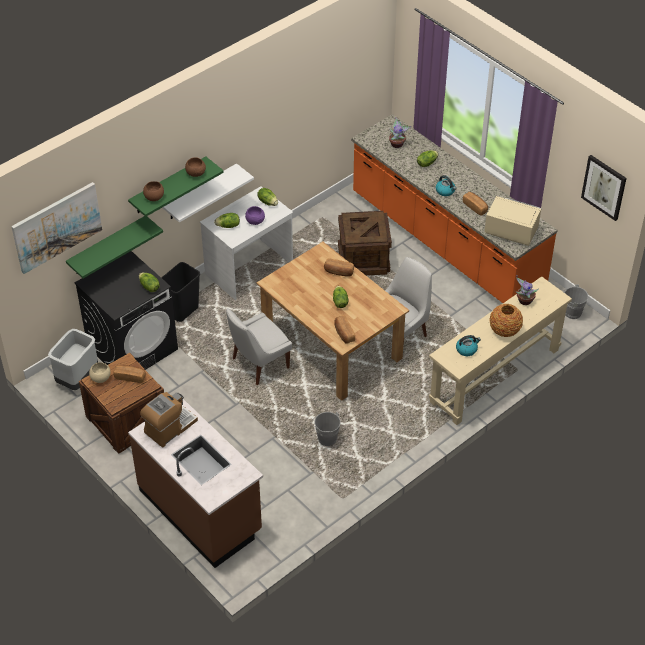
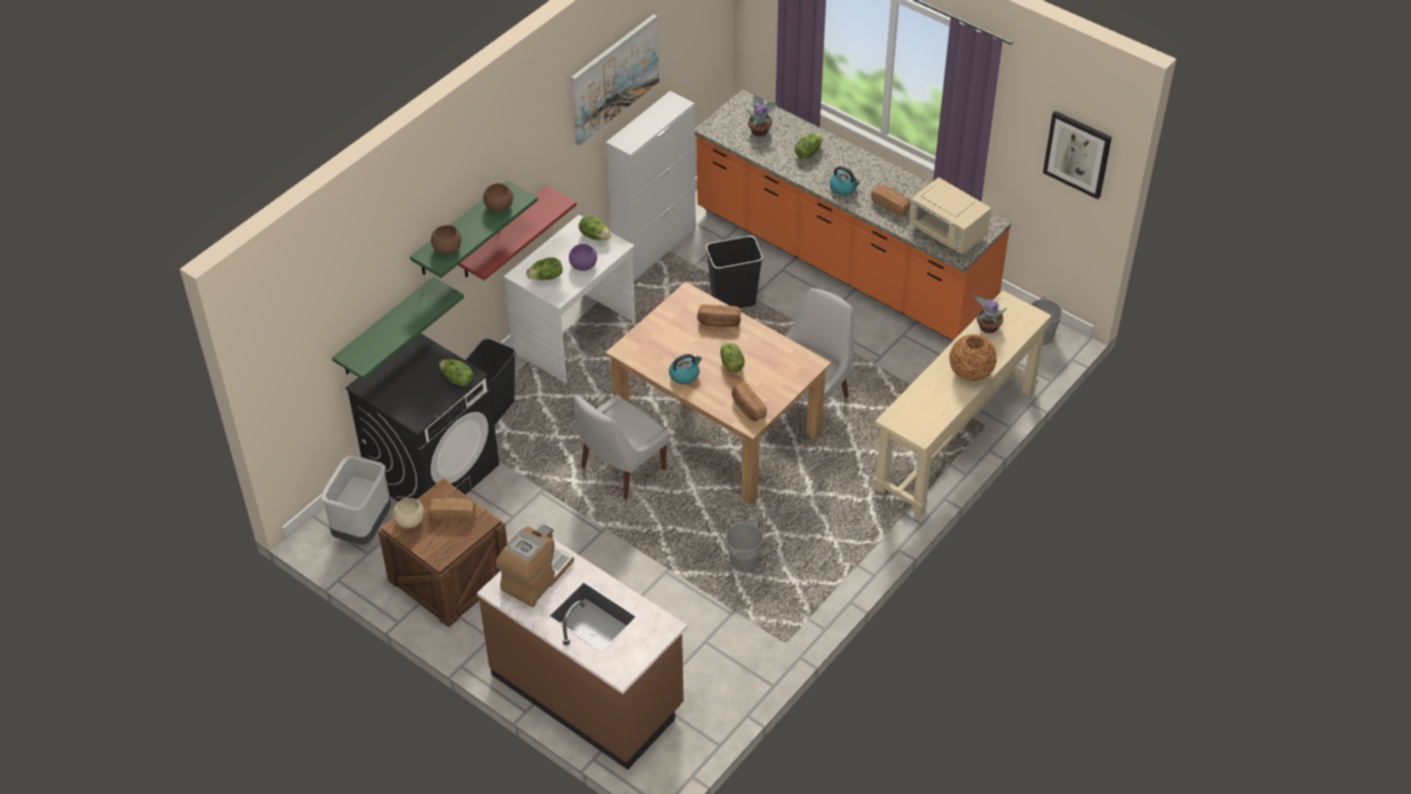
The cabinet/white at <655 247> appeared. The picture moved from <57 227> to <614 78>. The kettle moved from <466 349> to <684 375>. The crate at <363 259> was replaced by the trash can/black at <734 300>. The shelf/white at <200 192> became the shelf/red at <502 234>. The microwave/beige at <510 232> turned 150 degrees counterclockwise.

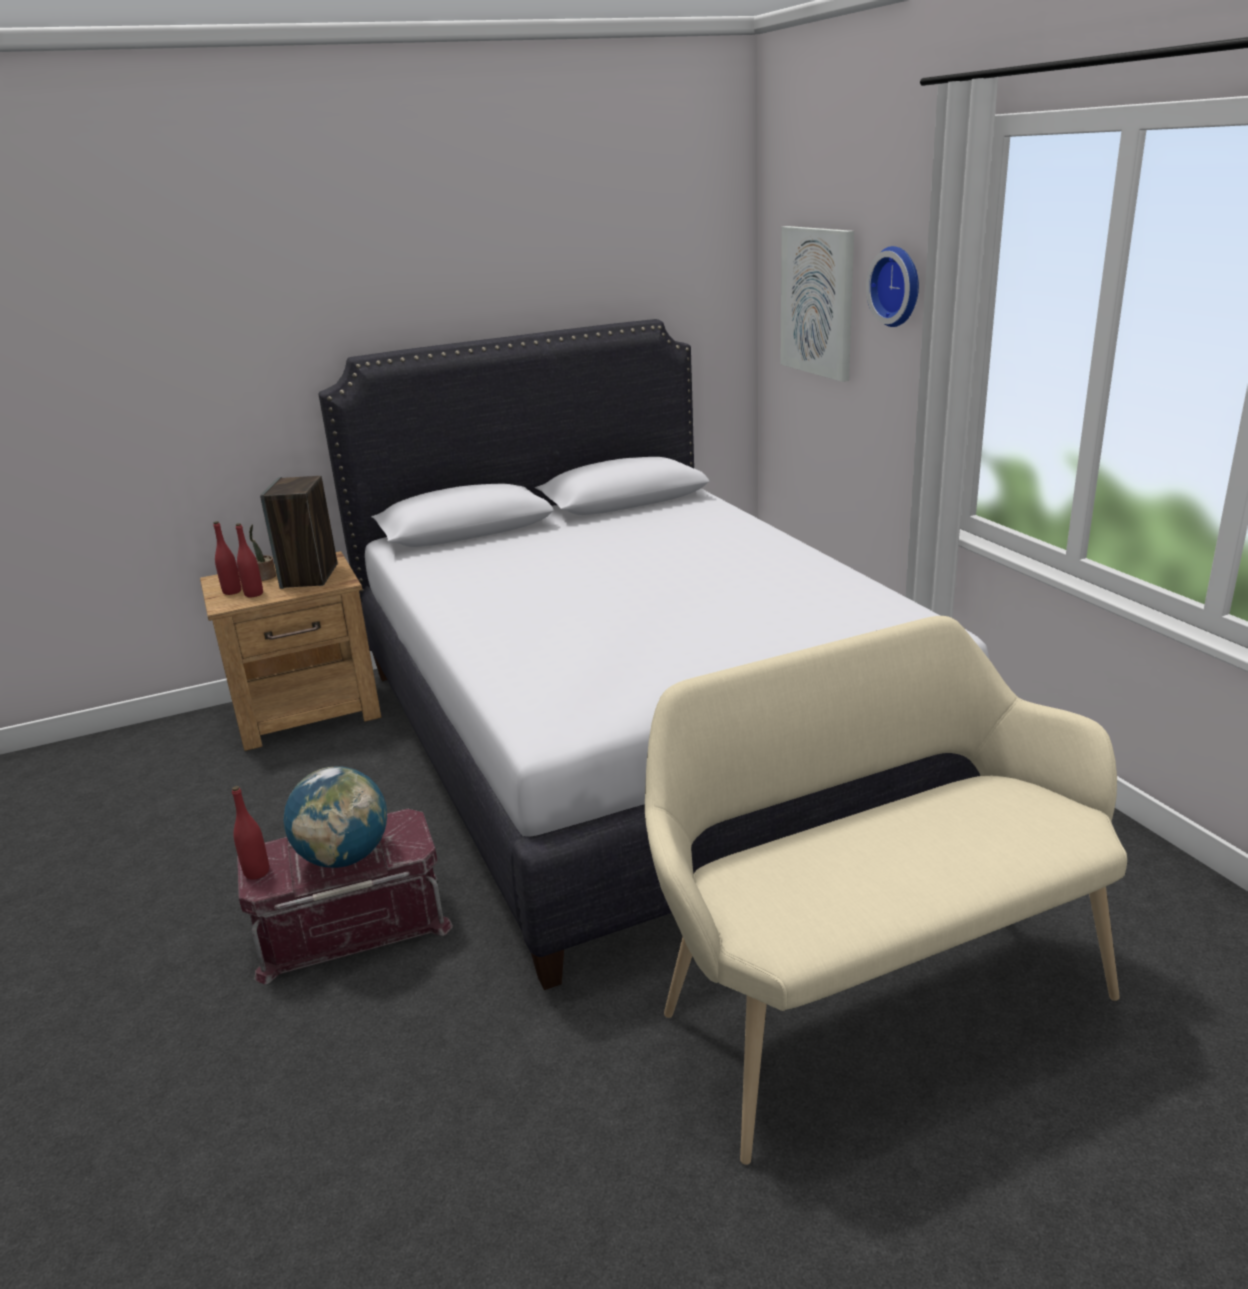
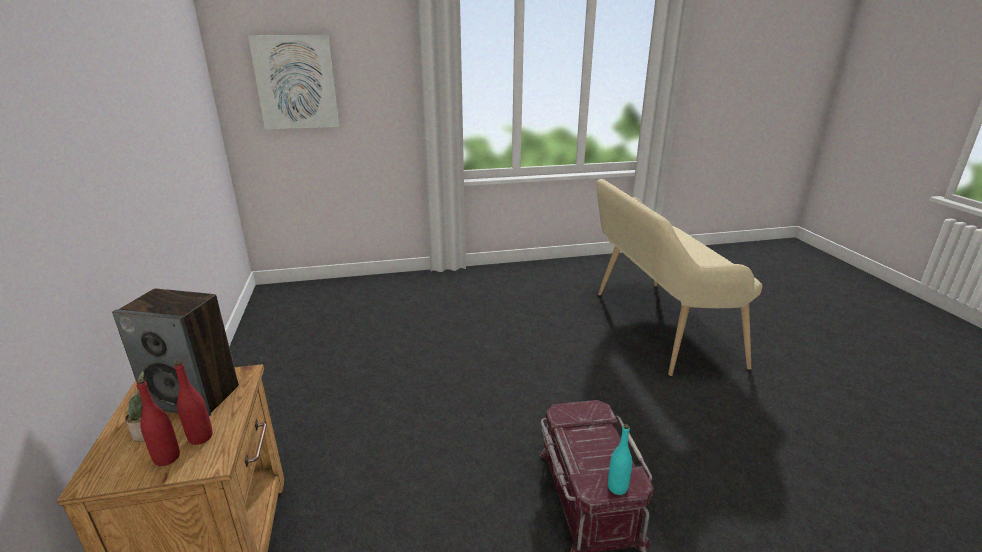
The globe at <344 858> disappeared. The bed/white at <634 740> disappeared. The wall clock at <898 286> disappeared. The bottle/red at <257 872> became the bottle/turquoise at <617 488>.

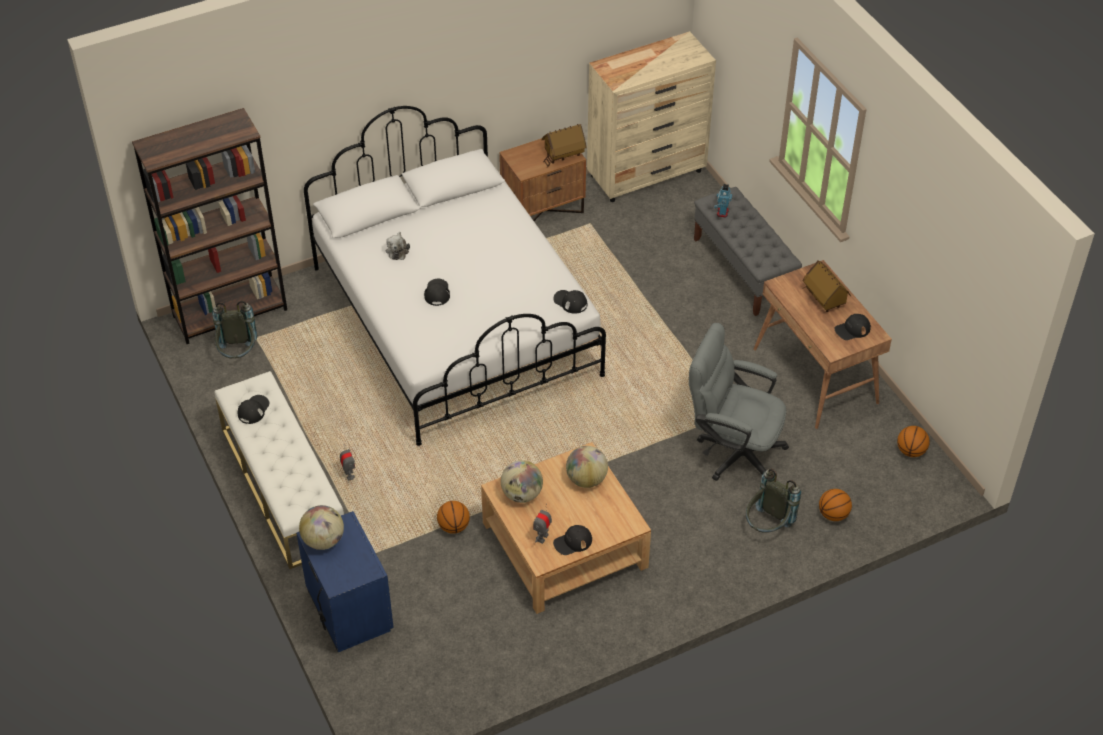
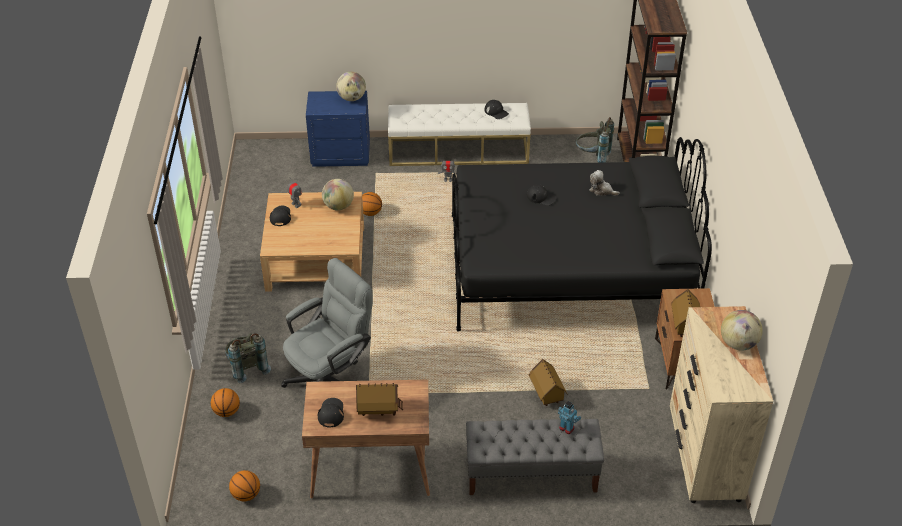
The cap/black at <570 302> disappeared. The toy house at <546 394> appeared. The globe moved from <586 479> to <738 344>. The bed/white at <456 321> became the bed/black at <568 269>.

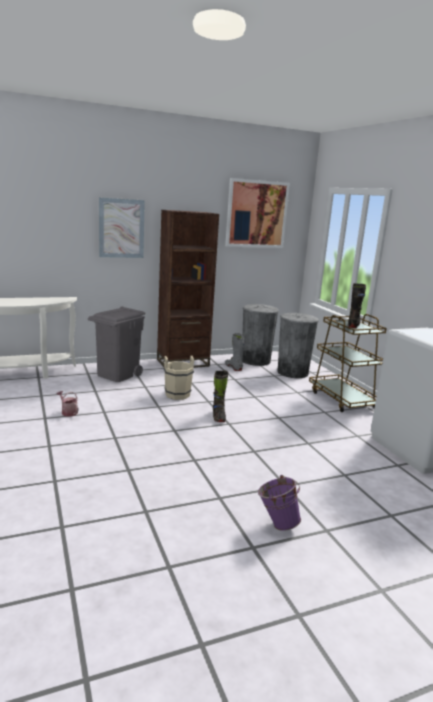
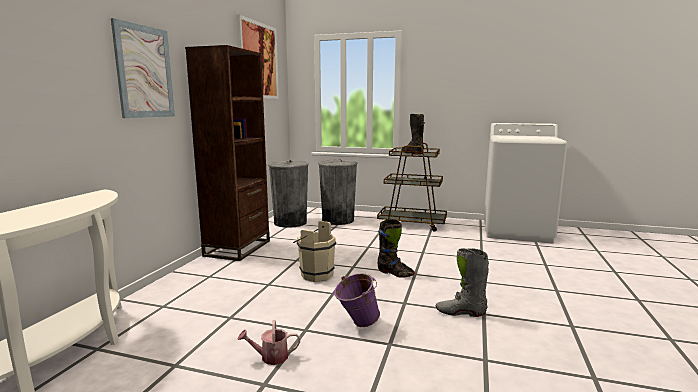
The trash can/grey at <118 374> disappeared. The boot/grey moved from <233 367> to <460 312>. The bucket/purple moved from <276 523> to <357 324>.

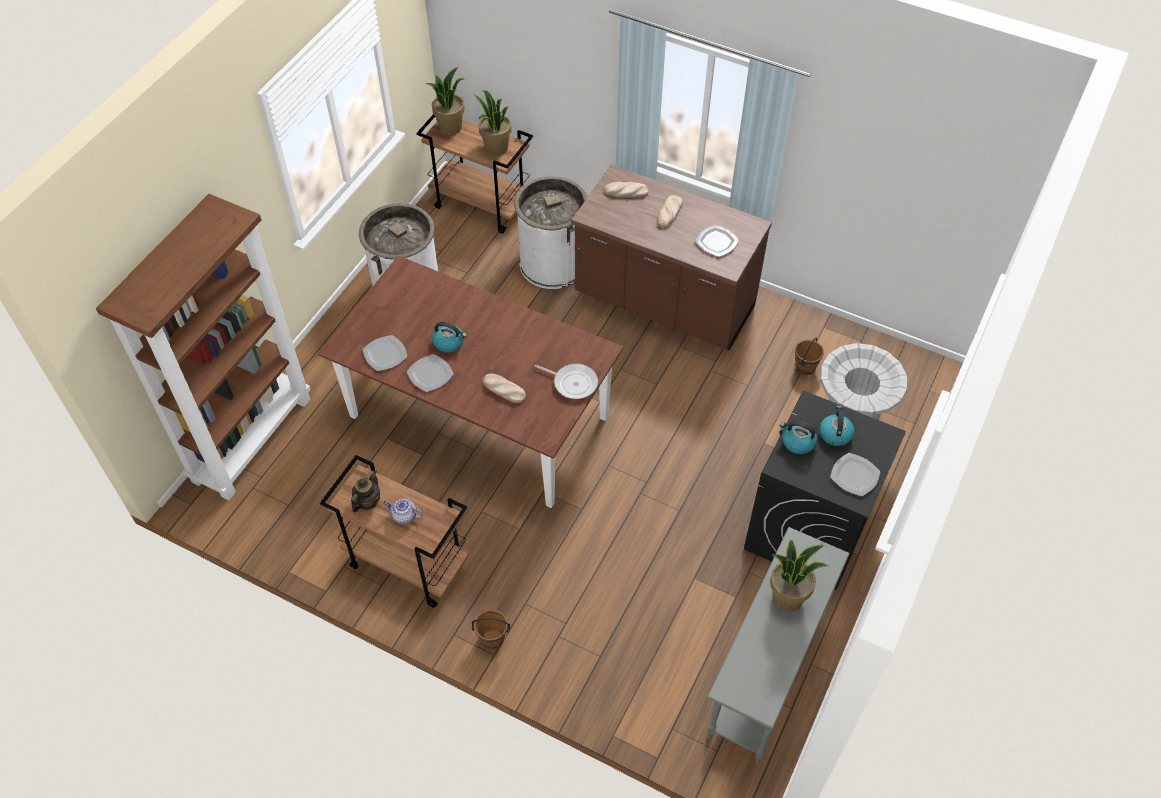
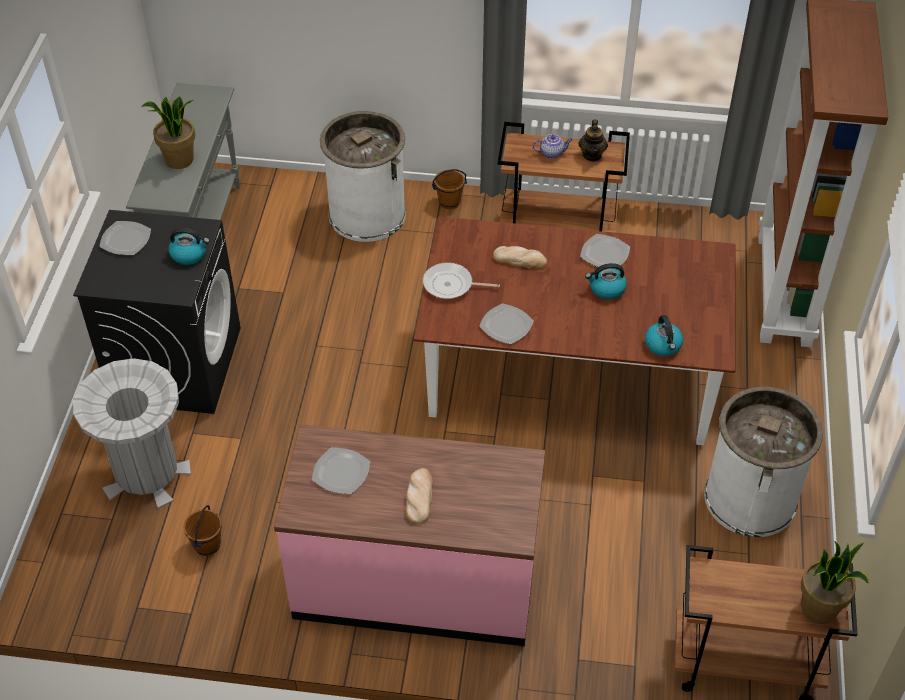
The potted plant at <496 148> disappeared. The bread at <626 192> disappeared. The plate moved from <385 354> to <506 326>. The trash can/white moved from <553 263> to <367 214>. The kettle moved from <835 433> to <663 345>. The counter/brown at <664 303> became the counter/pink at <416 582>.

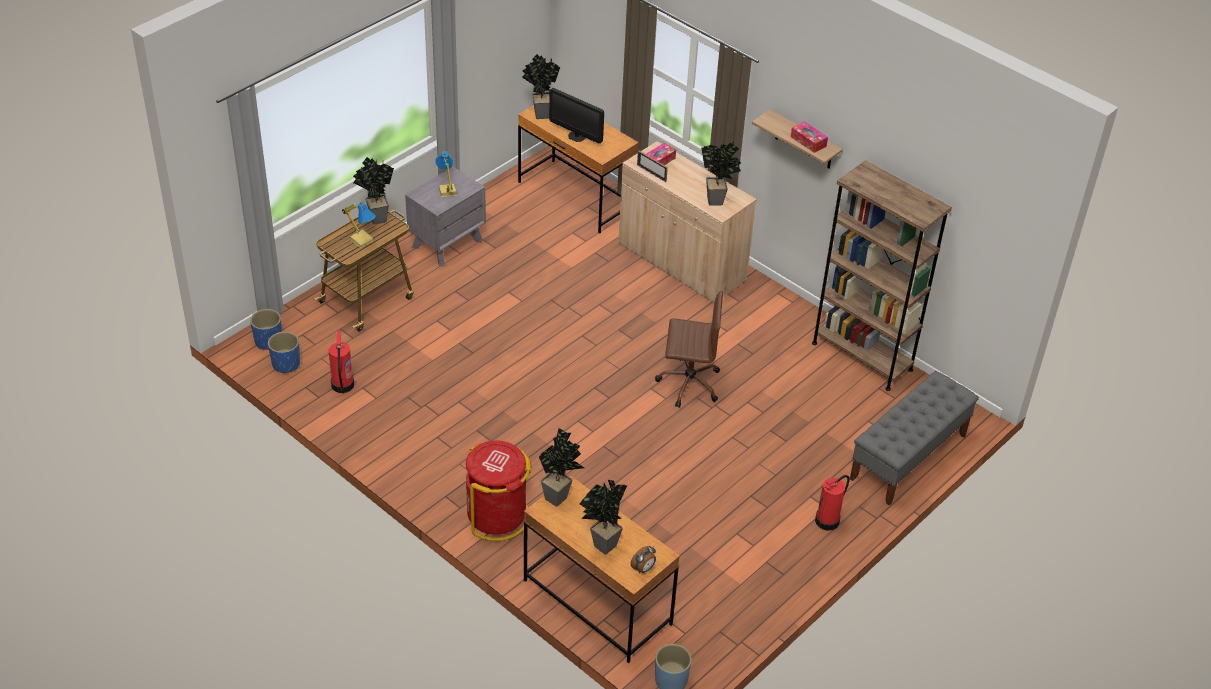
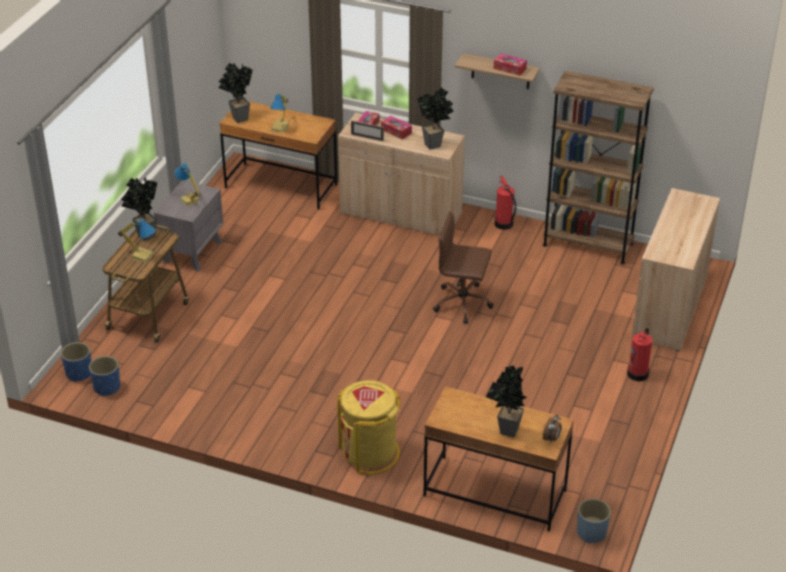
The potted plant at <559 497> disappeared. The tissue box at <396 131> appeared. The fire extinguisher moved from <342 385> to <504 224>. The monitor at <576 136> was replaced by the table lamp at <281 128>. The bench/grey at <908 457> was replaced by the cabinet/beige at <669 308>. The trash can/red at <497 516> became the trash can/yellow at <370 452>. The office chair/brown at <688 383> turned 150 degrees counterclockwise.

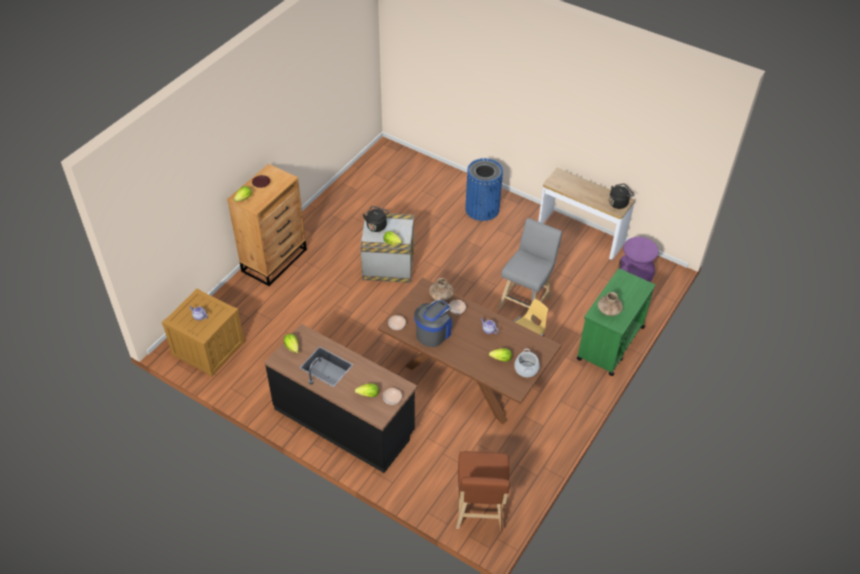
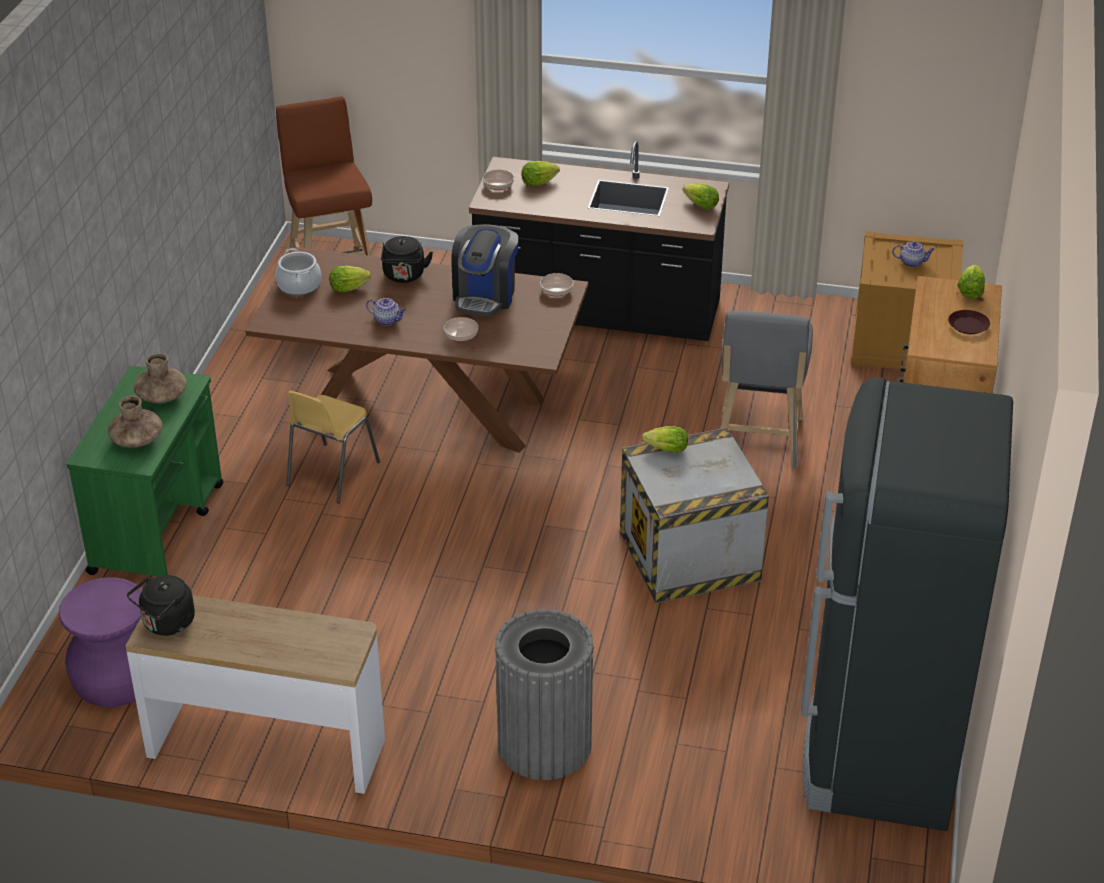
The fridge/black at <880 753> appeared. The kettle/black moved from <377 225> to <404 276>. The vase/brown moved from <441 295> to <136 440>. The stool/grey moved from <526 301> to <758 442>. The trash can/blue at <482 209> became the trash can/grey at <544 745>.

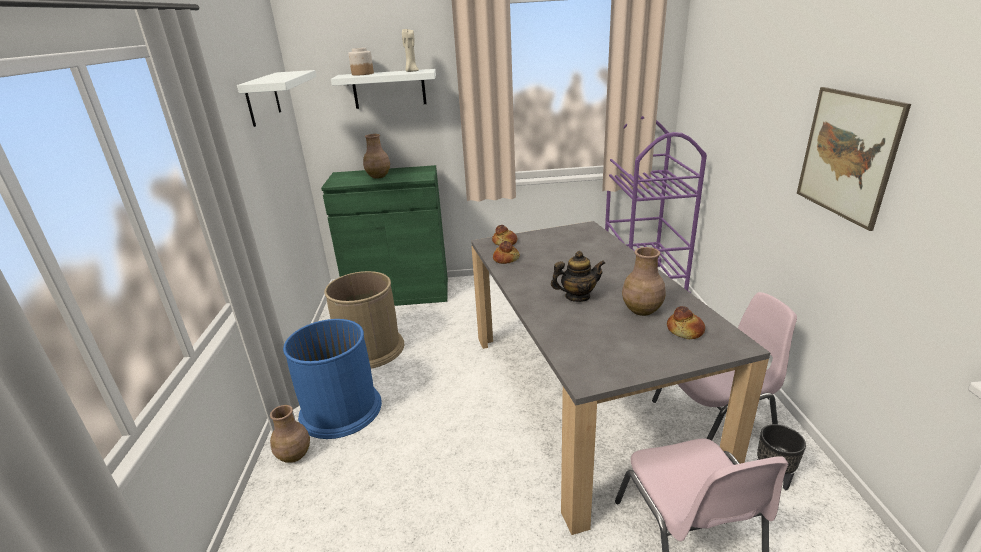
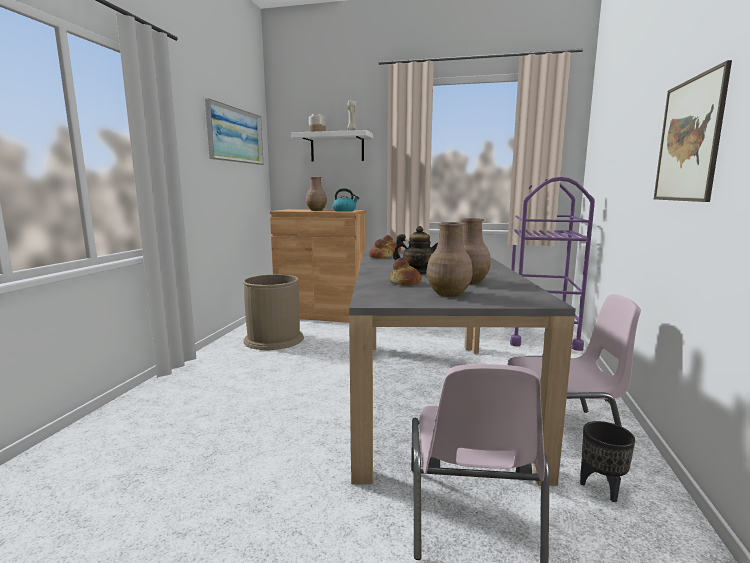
The trash can/blue at <340 409> disappeared. The kettle at <344 211> appeared. The vase/brown moved from <294 456> to <449 294>. The bread moved from <685 330> to <405 283>. The shelf/white at <262 98> was replaced by the picture at <235 135>. The cabinet/green at <399 293> became the cabinet/brown at <321 314>.

